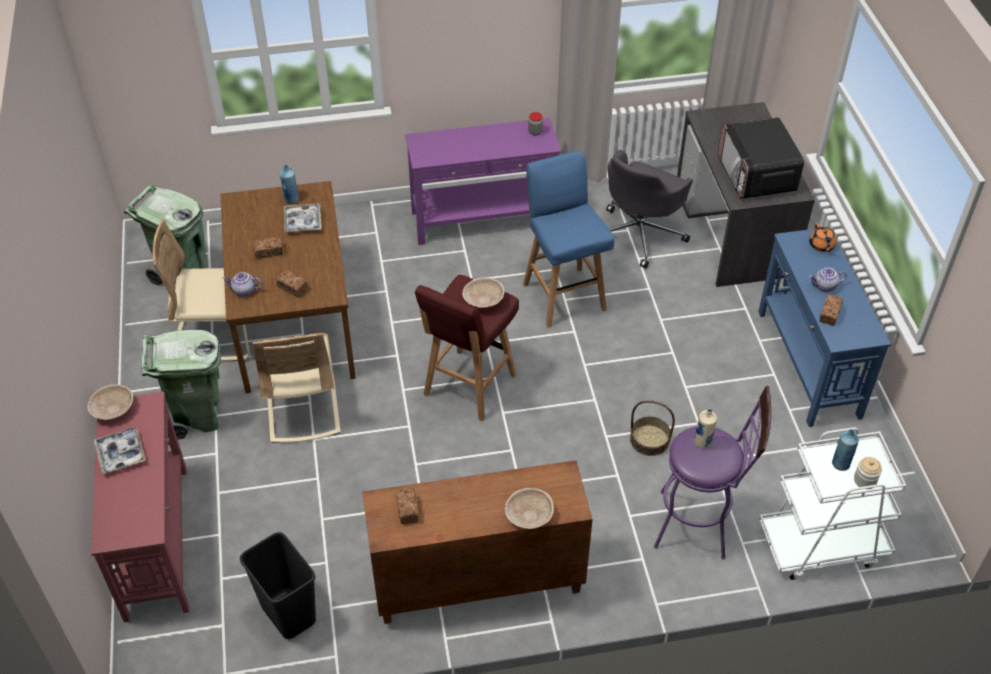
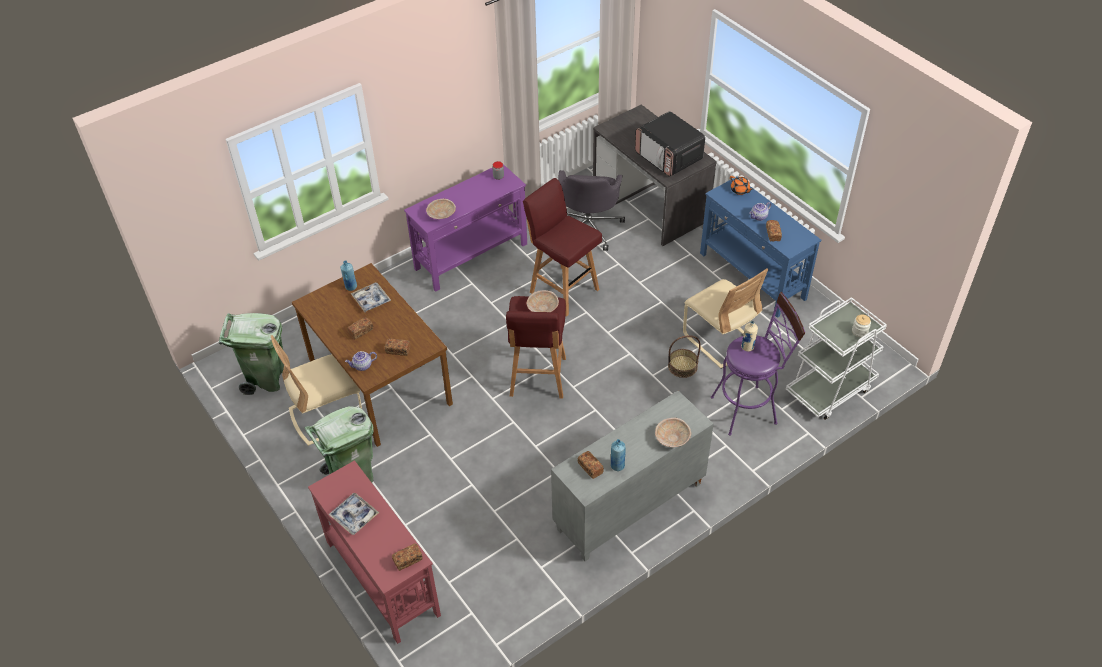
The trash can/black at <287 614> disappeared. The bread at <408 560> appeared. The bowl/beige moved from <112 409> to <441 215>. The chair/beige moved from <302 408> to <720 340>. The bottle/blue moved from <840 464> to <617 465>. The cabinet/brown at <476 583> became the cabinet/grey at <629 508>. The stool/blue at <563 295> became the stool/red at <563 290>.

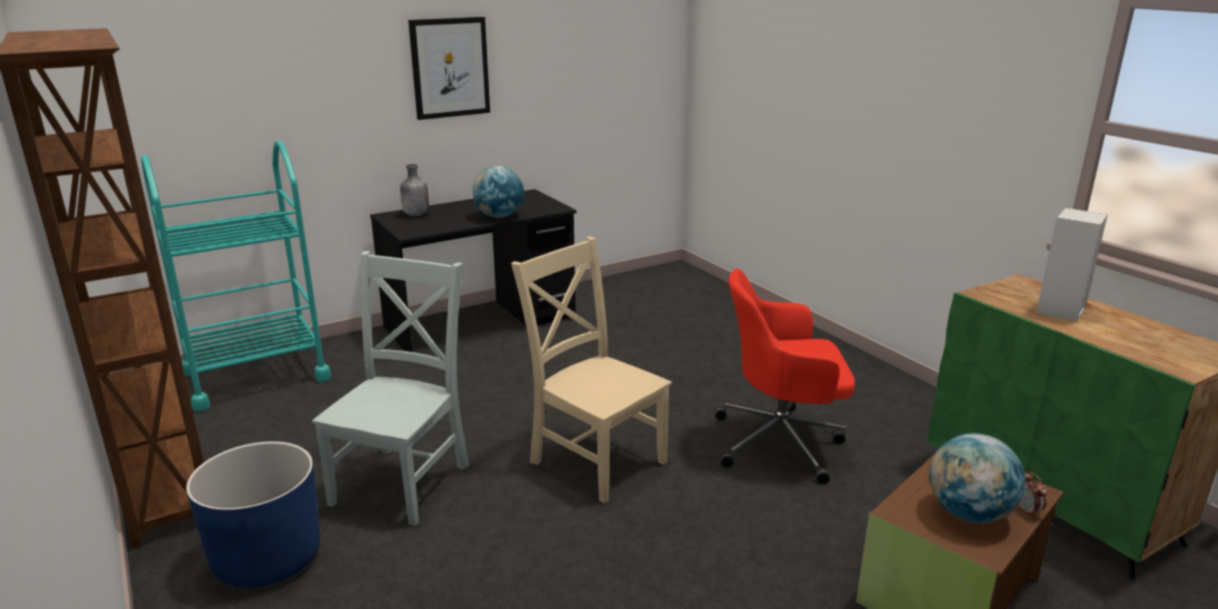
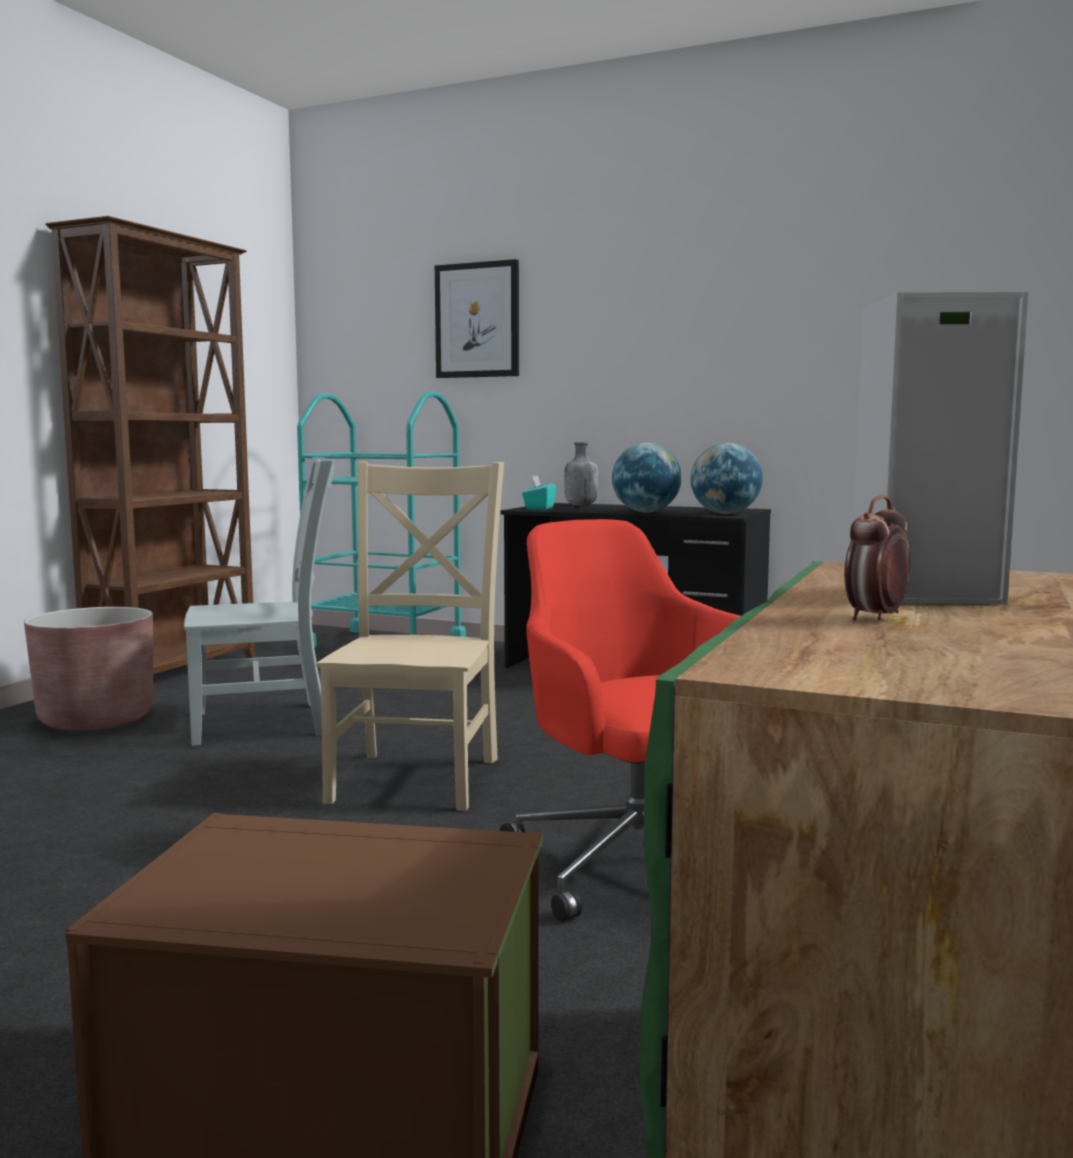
The tissue box/turquoise at <539 508> appeared. The picture moved from <450 68> to <477 320>. The globe moved from <968 514> to <725 514>. The alarm clock moved from <1027 511> to <875 618>. The planter/blue at <268 558> became the planter/brown at <96 719>.

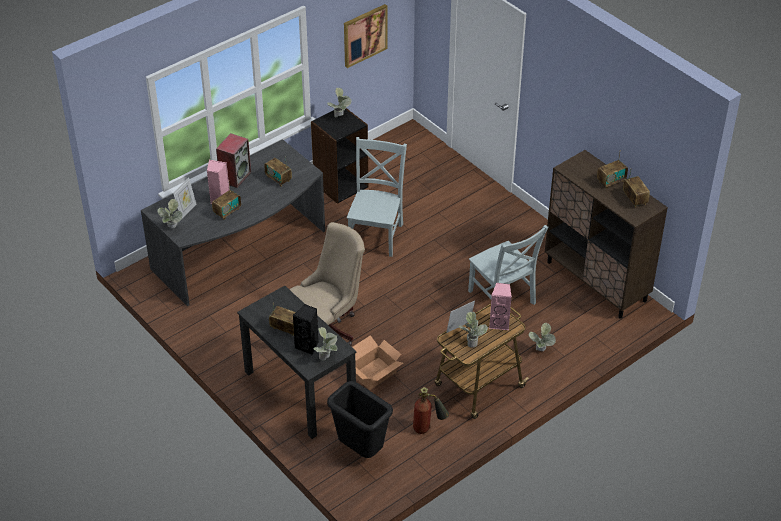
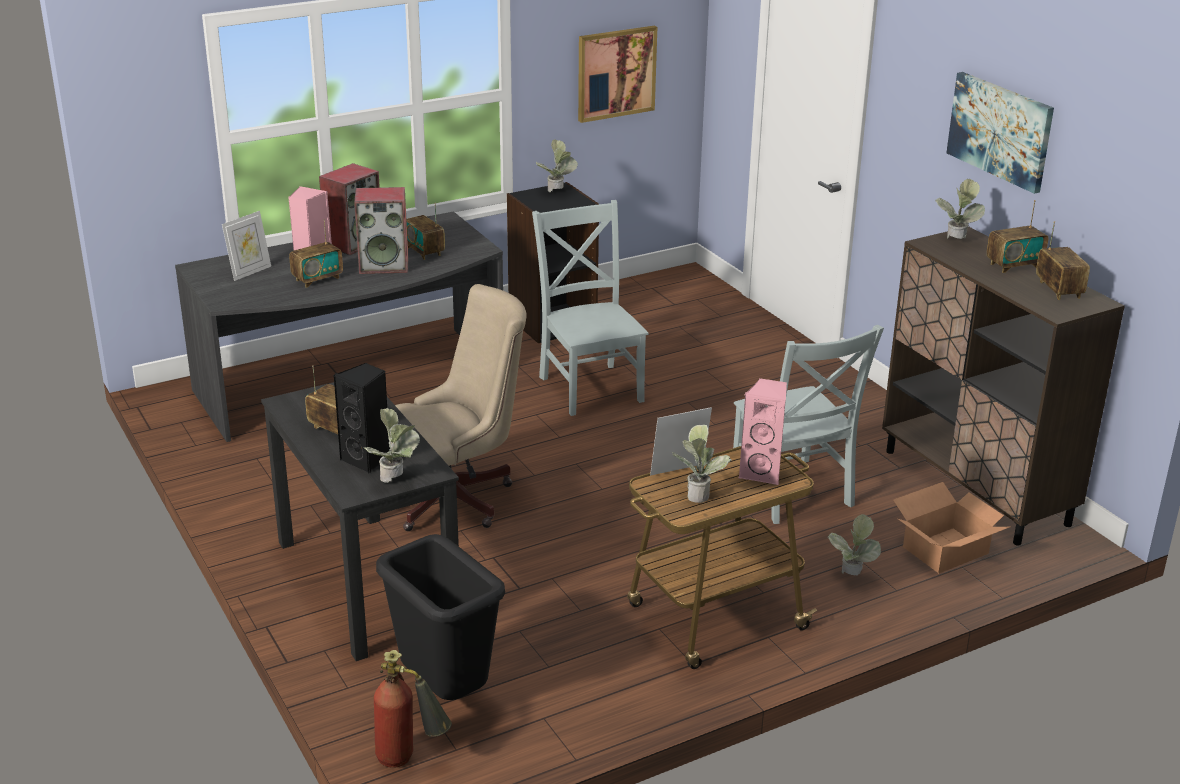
The speaker at <385 265> appeared. The picture at <1000 130> appeared. The potted plant moved from <172 229> to <955 242>. The cardboard box moved from <374 373> to <946 550>. The fire extinguisher moved from <428 428> to <410 759>. The chair/grey at <376 235> turned 45 degrees counterclockwise.

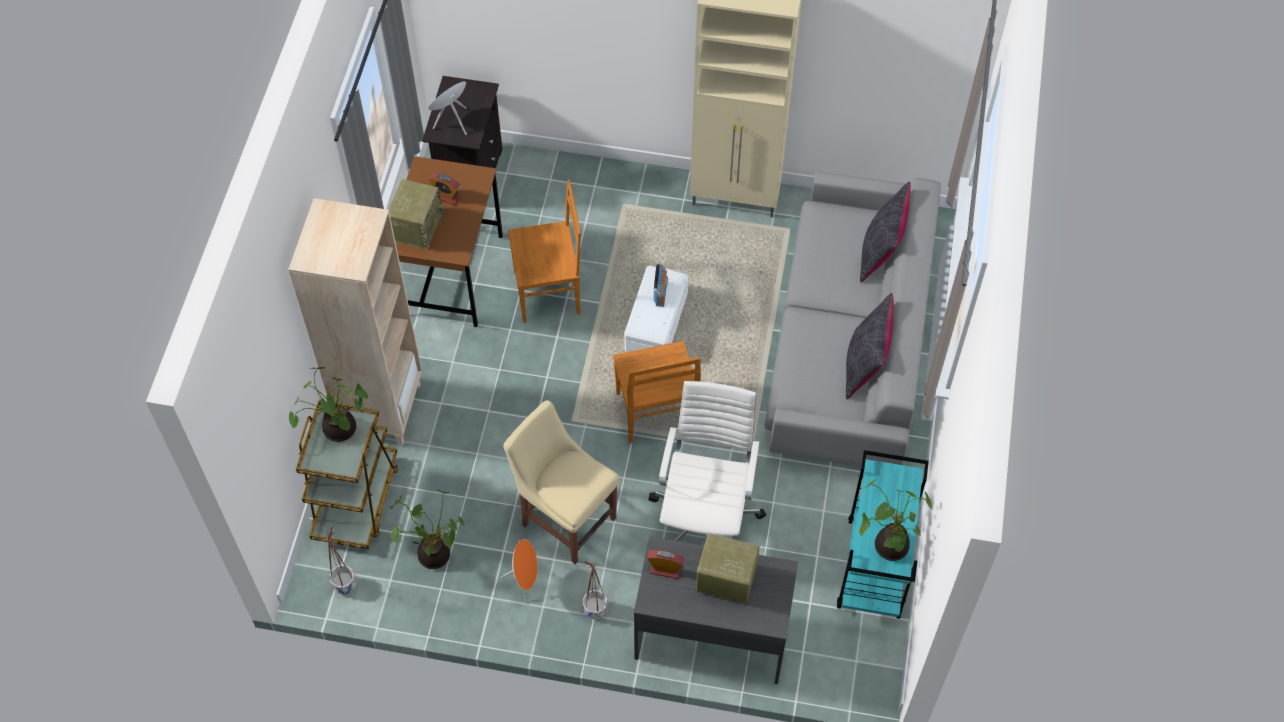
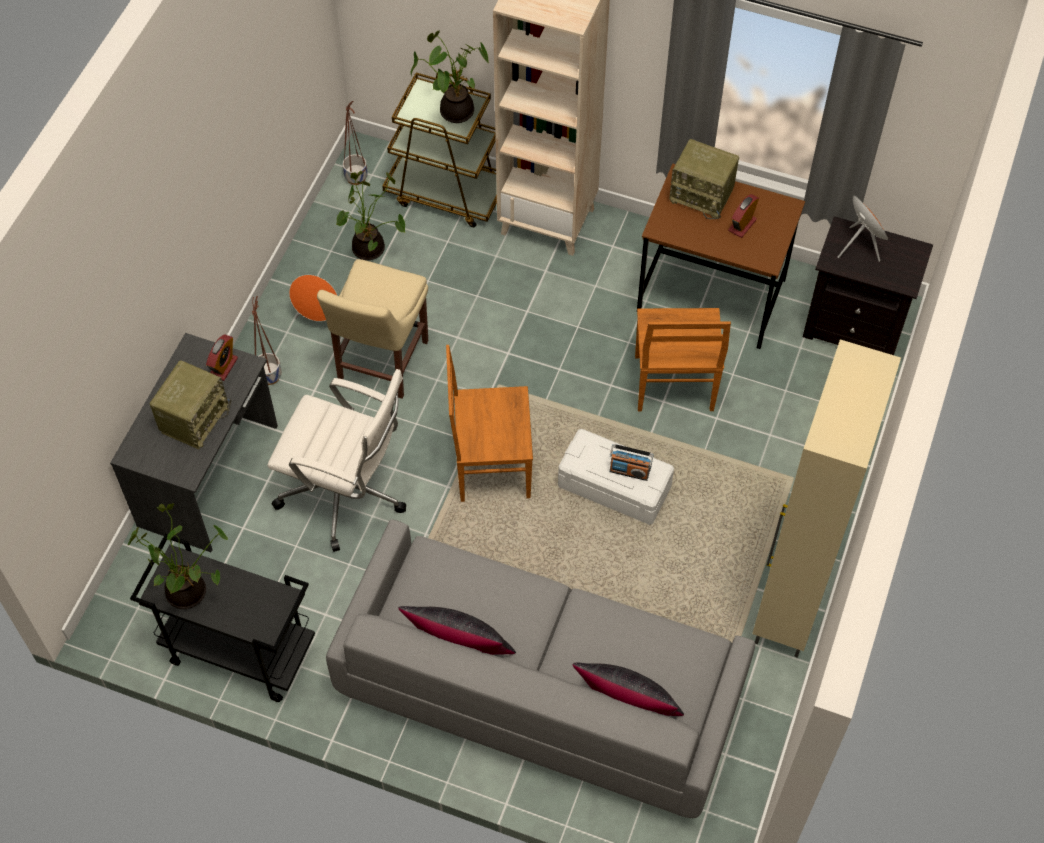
The cart/turquoise at <874 568> became the cart/black at <239 652>. The chair/beige at <566 518> turned 150 degrees clockwise.

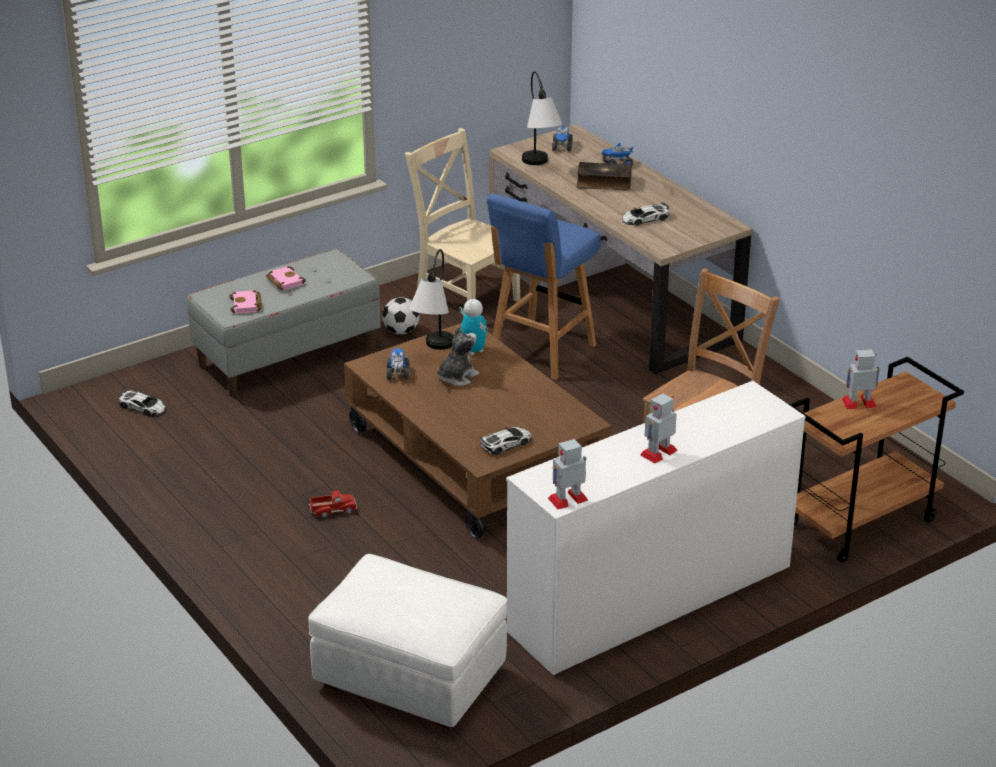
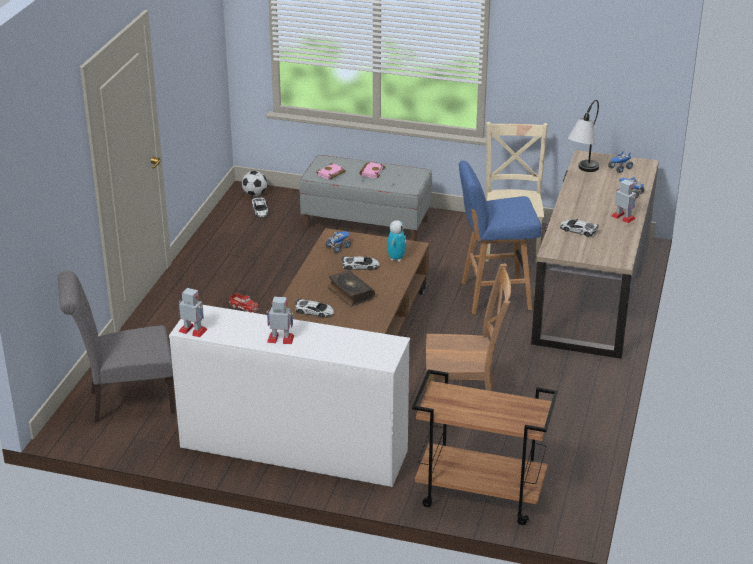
The table lamp at <433 352> disappeared. The football moved from <401 331> to <255 194>. The book moved from <604 183> to <350 293>. The toy robot moved from <859 403> to <623 217>. The ottoman/white at <410 677> was replaced by the chair/grey at <126 402>. The plush toy at <456 377> was replaced by the toy car at <360 266>.

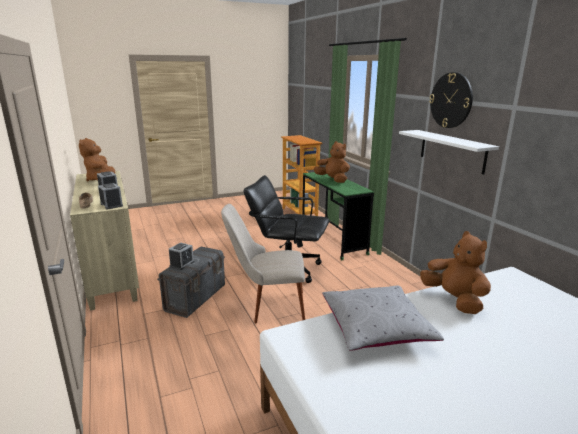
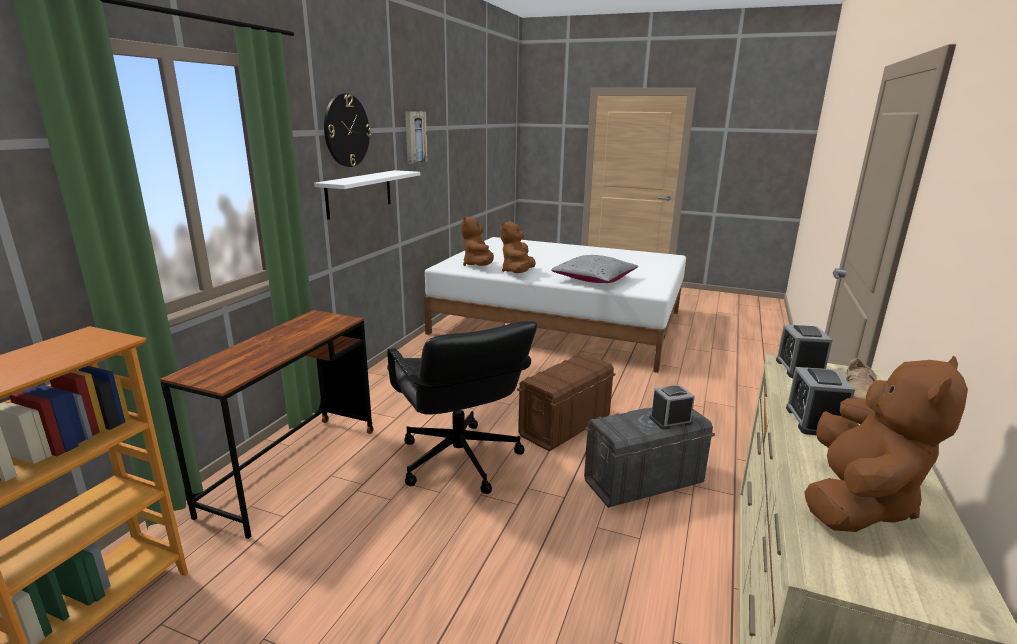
The picture at <414 137> appeared. The plush toy/brown moved from <333 180> to <478 265>. The chair/beige at <267 306> was replaced by the storage box/brown at <564 426>. The desk/green at <333 241> became the desk/brown at <293 470>.

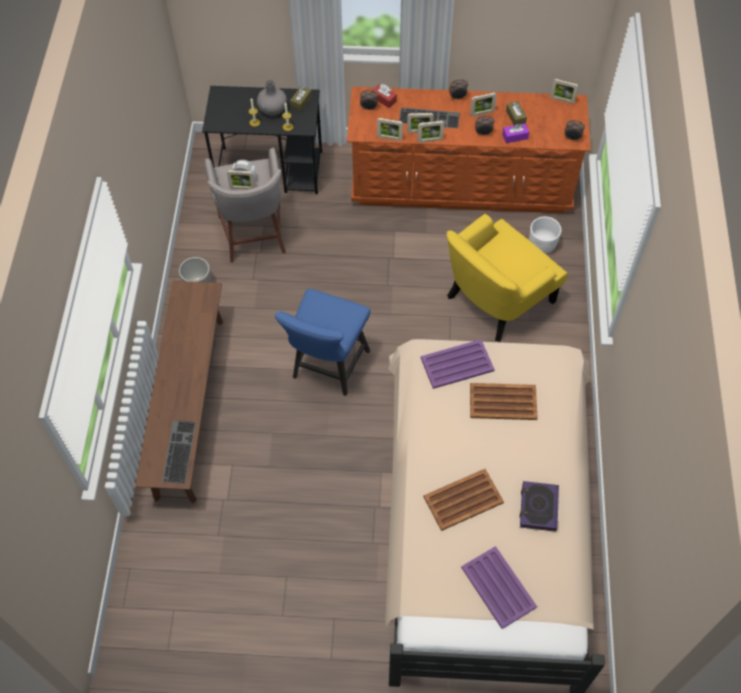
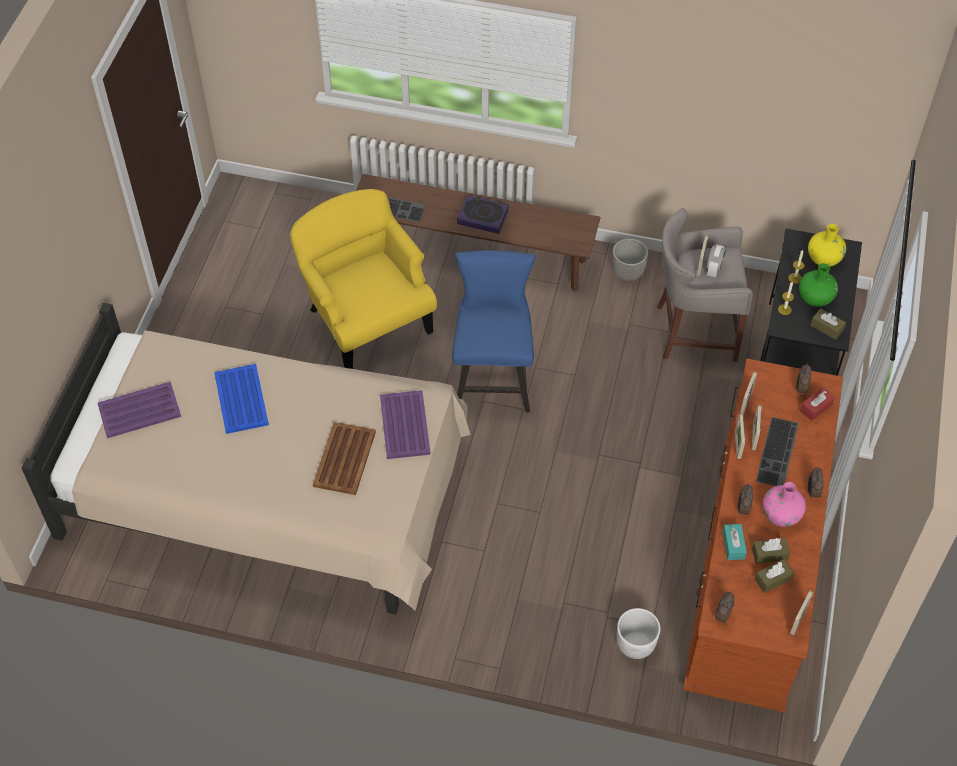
The tissue box/brown at <773 579> appeared. The vase/yellow at <823 258> appeared. The armchair/yellow moved from <497 299> to <367 319>. The book moved from <538 507> to <483 217>. The picture frame at <482 113> was replaced by the vase/pink at <781 515>. The vase/grey at <273 109> became the vase/green at <815 298>. The tray/brown at <464 499> became the tray/blue at <241 400>. The tissue box/purple at <515 136> became the tissue box/turquoise at <733 545>. The chair/blue at <327 368> turned 60 degrees clockwise.

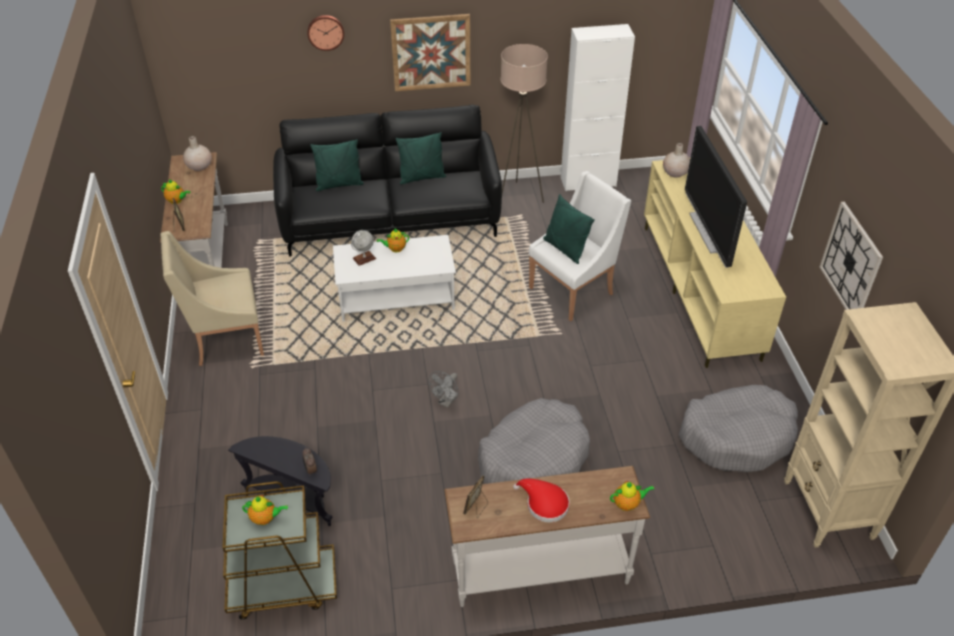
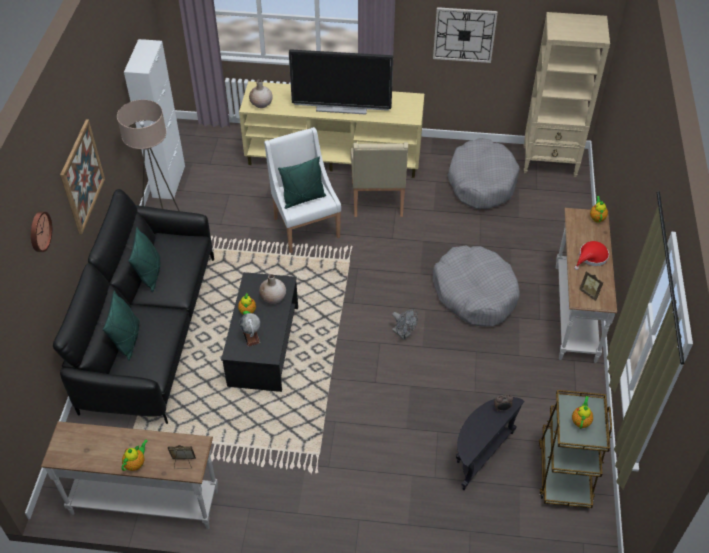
The armchair/beige moved from <225 339> to <378 201>. The vase/beige moved from <199 166> to <273 297>. The coffee table/white at <397 296> became the coffee table/black at <264 345>.

